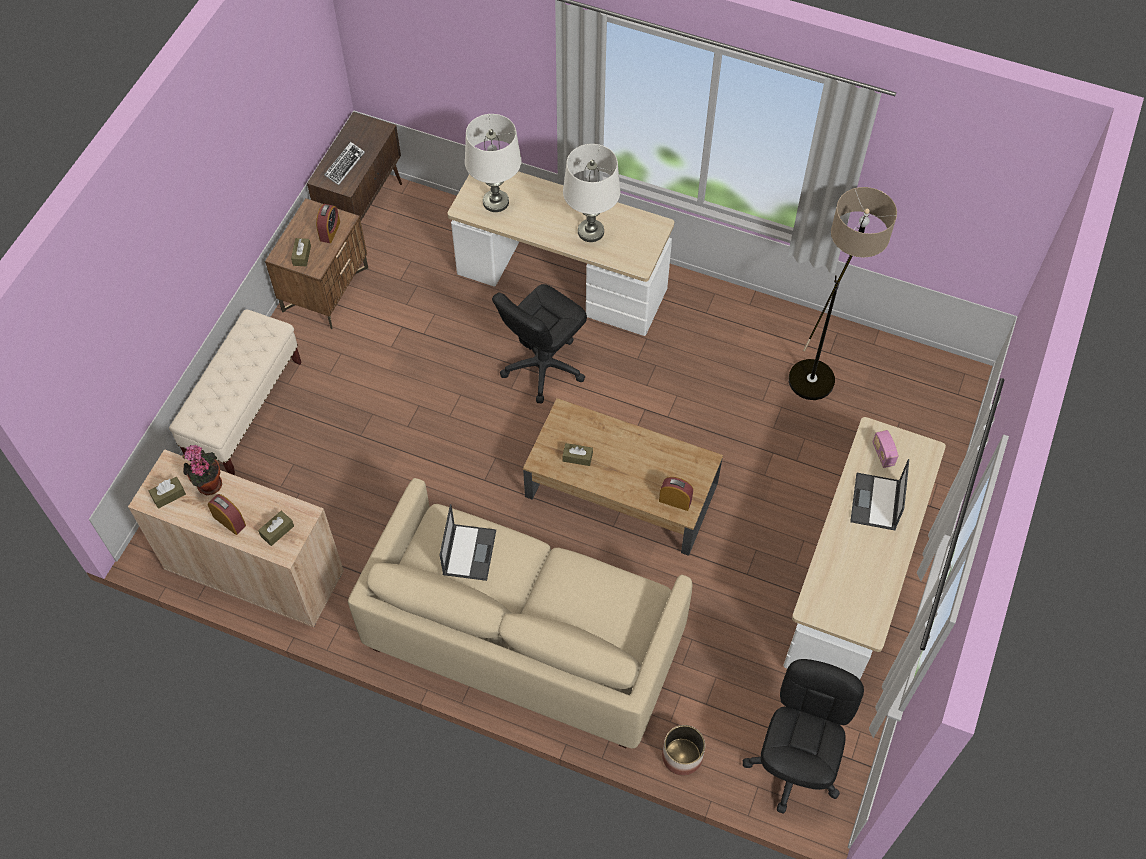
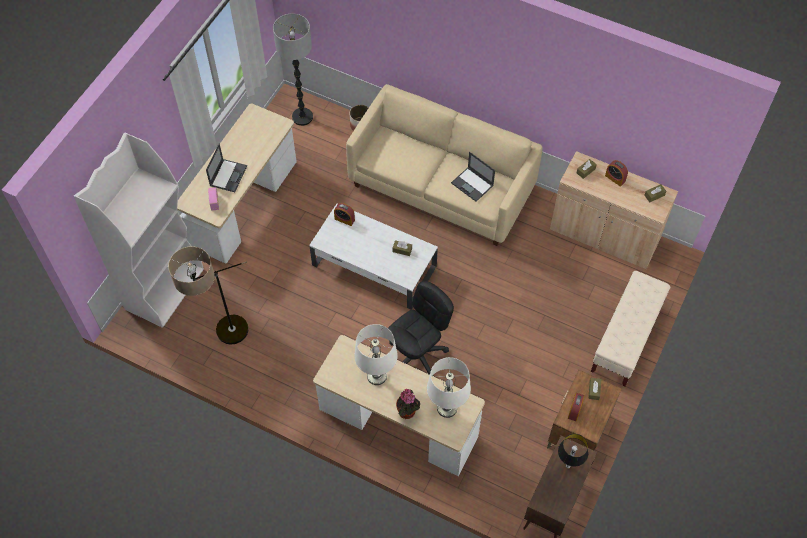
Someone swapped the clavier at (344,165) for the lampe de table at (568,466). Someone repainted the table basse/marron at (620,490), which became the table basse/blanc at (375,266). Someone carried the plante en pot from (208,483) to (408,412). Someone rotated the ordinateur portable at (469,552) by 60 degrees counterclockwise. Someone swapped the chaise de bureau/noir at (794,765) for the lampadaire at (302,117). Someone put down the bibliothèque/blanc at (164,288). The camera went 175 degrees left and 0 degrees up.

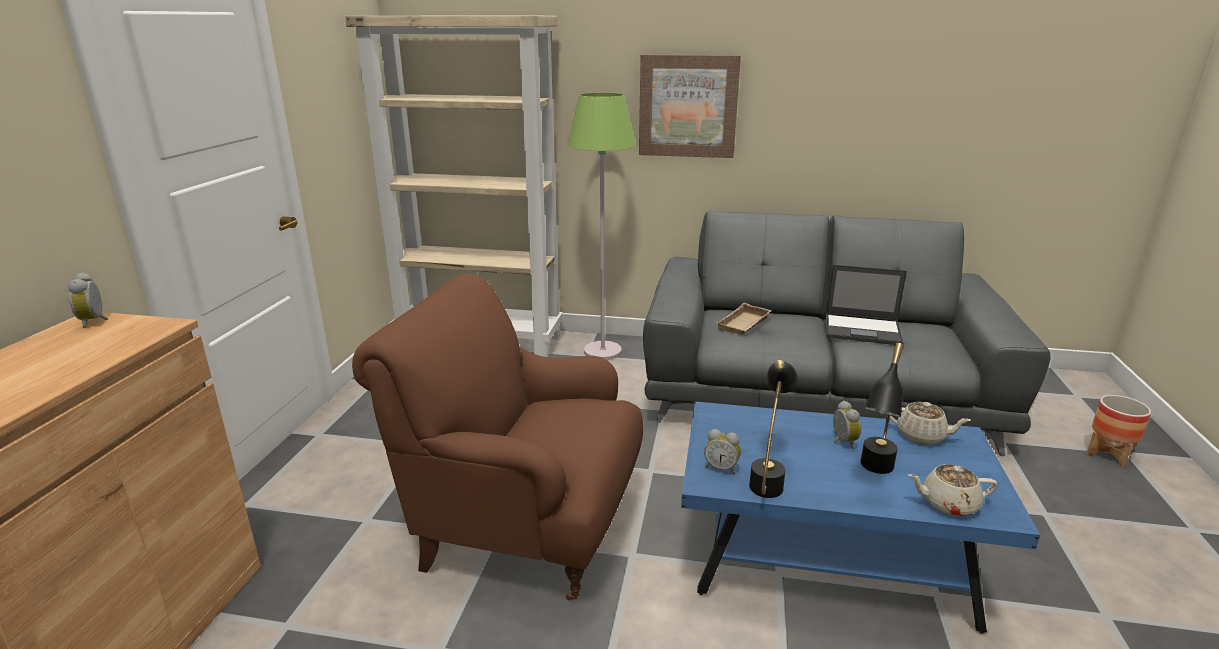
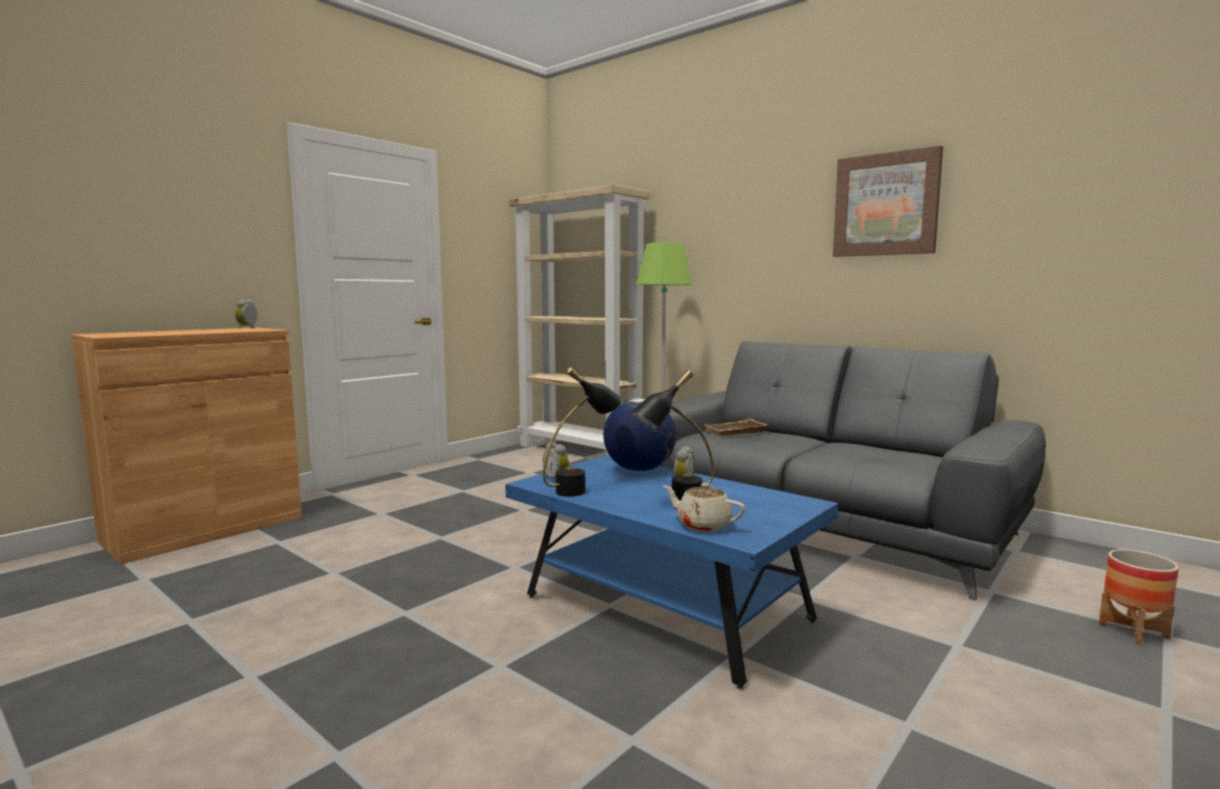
Someone carried the tableau from (688,106) to (886,205). Someone took away the ordinateur portable at (863,330). Someone took away the fauteuil/marron at (524,527). Someone took away the théière/beige at (922,436). Someone put down the globe at (639,470). The camera went 30 degrees right and 15 degrees down.

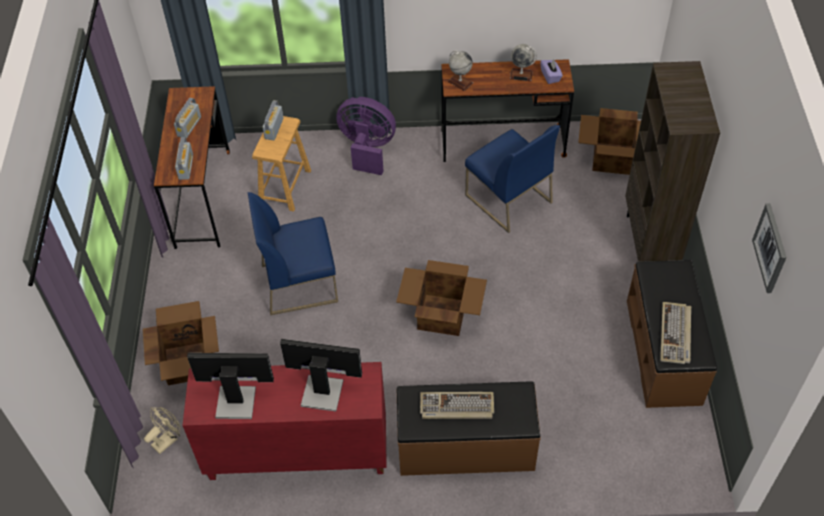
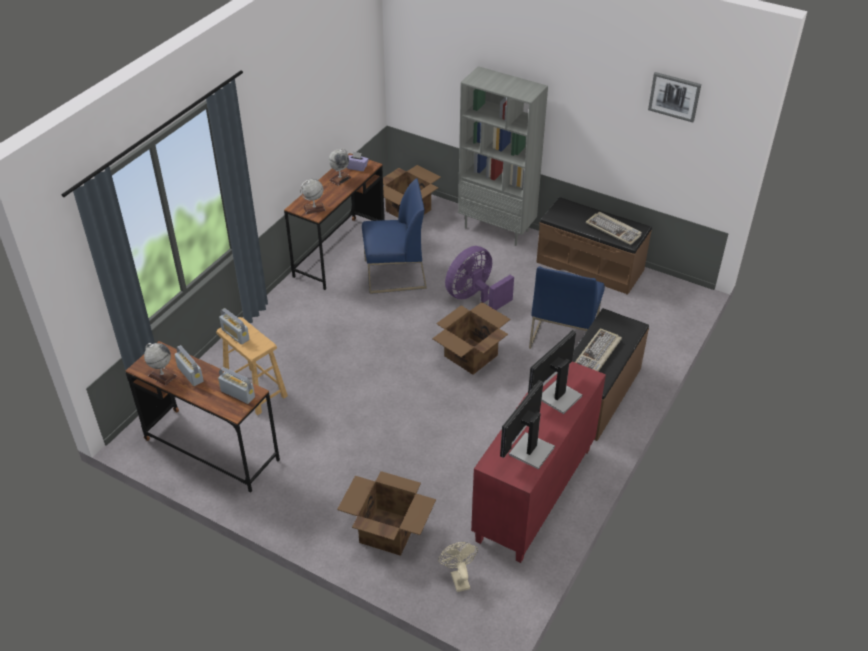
Someone repainted the bibliothèque/marron at (650,242), which became the bibliothèque/gris at (497,229). Someone carried the ventilateur/violet from (367,149) to (475,297). Someone carried the chaise/bleu from (300,282) to (563,334). Someone put down the globe at (162,376). The camera went 60 degrees left and 10 degrees down.

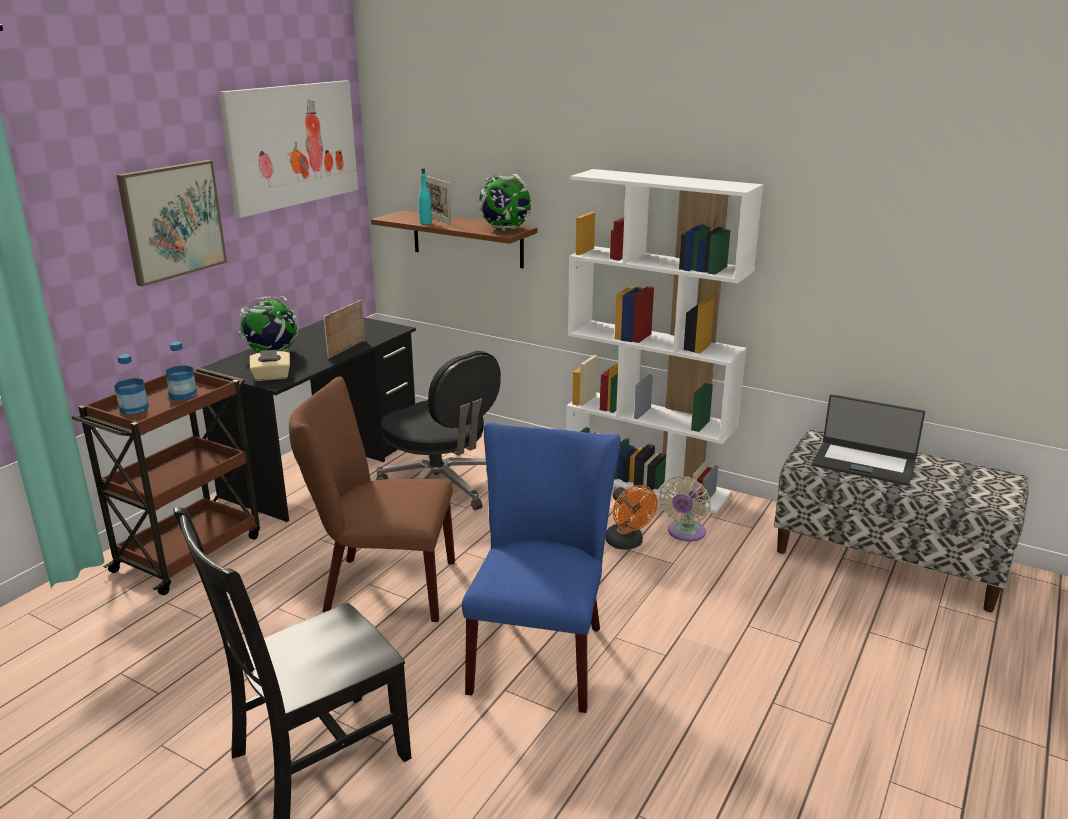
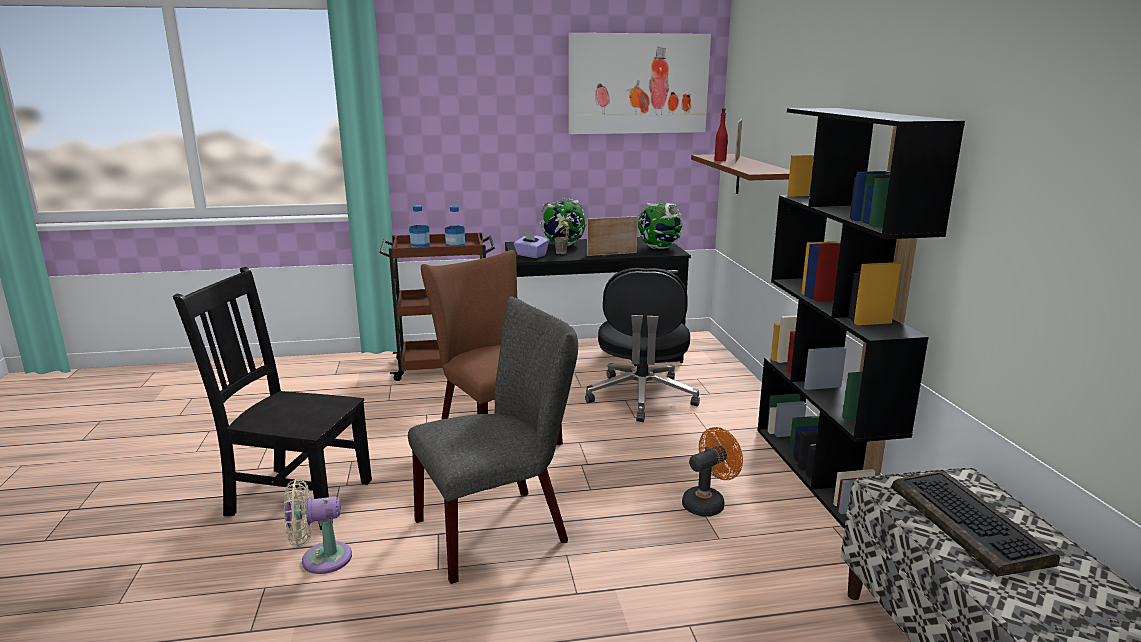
Someone took away the tableau at (172,221). Someone repainted the bouteille/turquoise at (425,223), which became the bouteille/rouge at (720,160). Someone repainted the bibliothèque/blanc at (648,482), which became the bibliothèque/noir at (821,471). Someone carried the globe from (505,229) to (659,248). Someone repainted the boîte à mouchoirs/beige at (271,377), which became the boîte à mouchoirs/violet at (531,255). Someone swapped the ordinateur portable at (864,463) for the clavier at (970,524). Someone repainted the chaise/bleu at (540,652), which became the chaise/gris at (500,529). Someone carried the ventilateur/beige from (685,533) to (320,559). Someone rotated the ventilateur/orange at (627,544) by 150 degrees counterclockwise. Someone put down the plante en pot at (563,254). The camera went 50 degrees right and 5 degrees down.

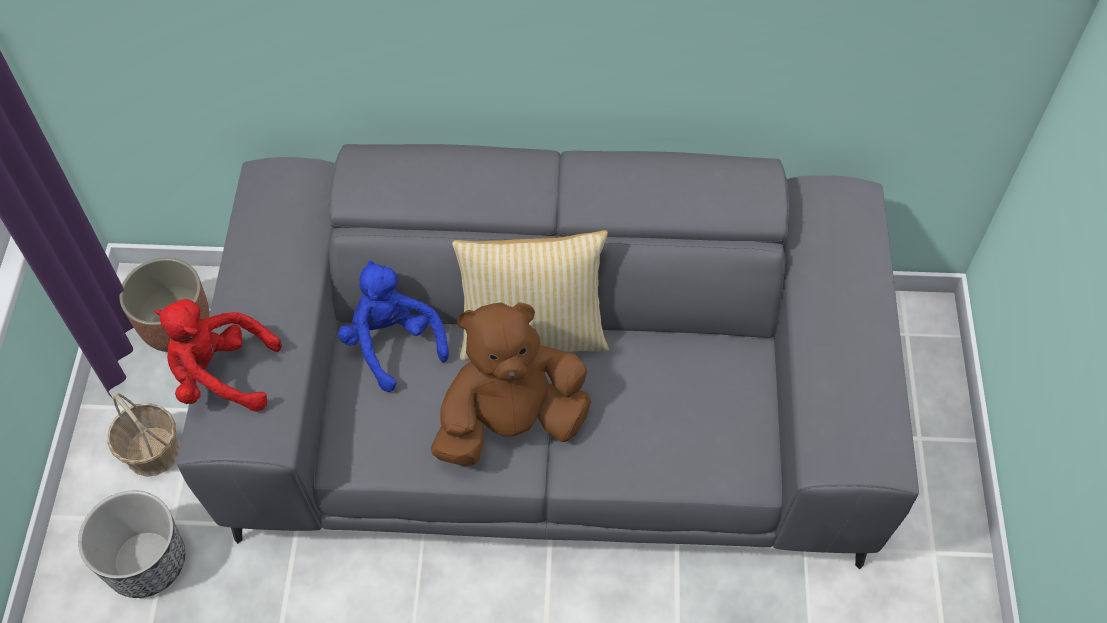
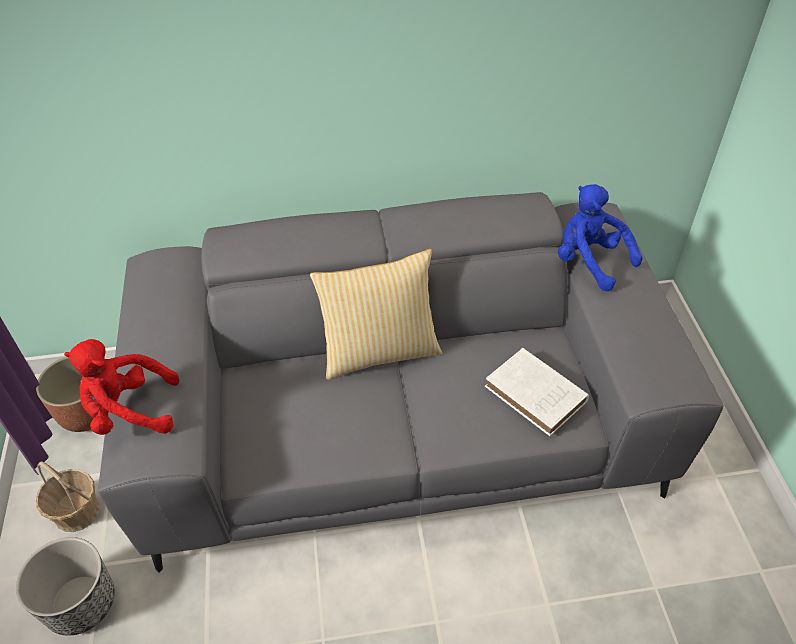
Someone carried the peluche/bleu from (392,343) to (589,261). Someone took away the peluche/marron at (511,422). Someone put down the livre/blanc at (537,396). The camera went 10 degrees left and 10 degrees down.

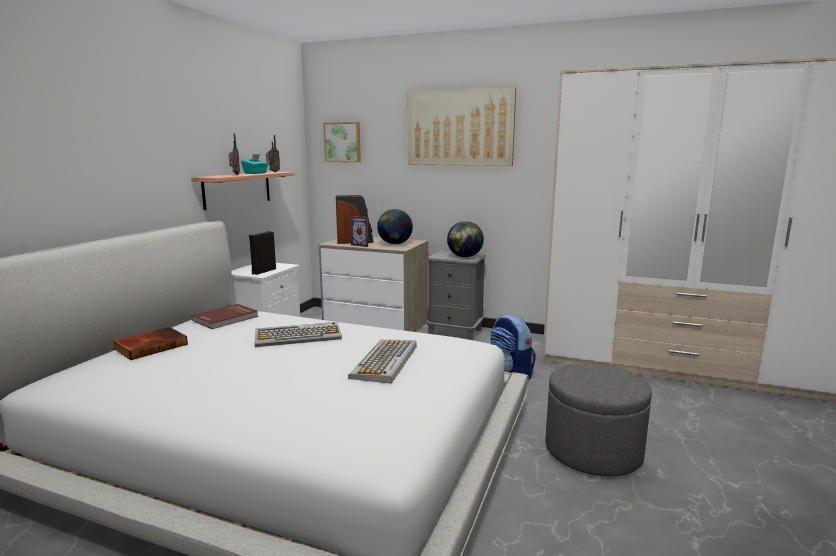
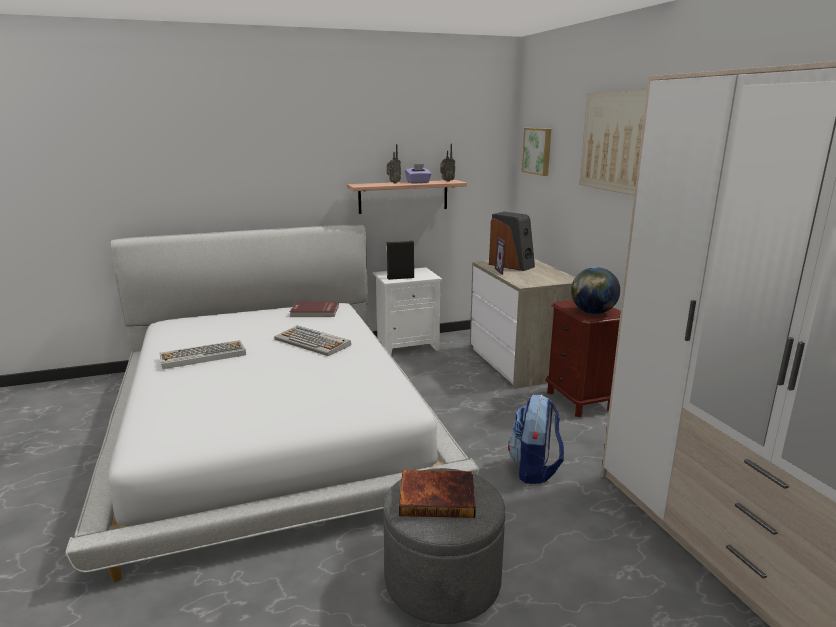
Someone repainted the boîte à mouchoirs/turquoise at (255,173), which became the boîte à mouchoirs/violet at (418,182). Someone took away the globe at (394,244). Someone repainted the table de chevet/gris at (455,332), which became the table de chevet/marron at (580,401). Someone carried the livre from (151,346) to (437,496). Someone carried the clavier from (385,362) to (202,356). The camera went 50 degrees right and 5 degrees up.

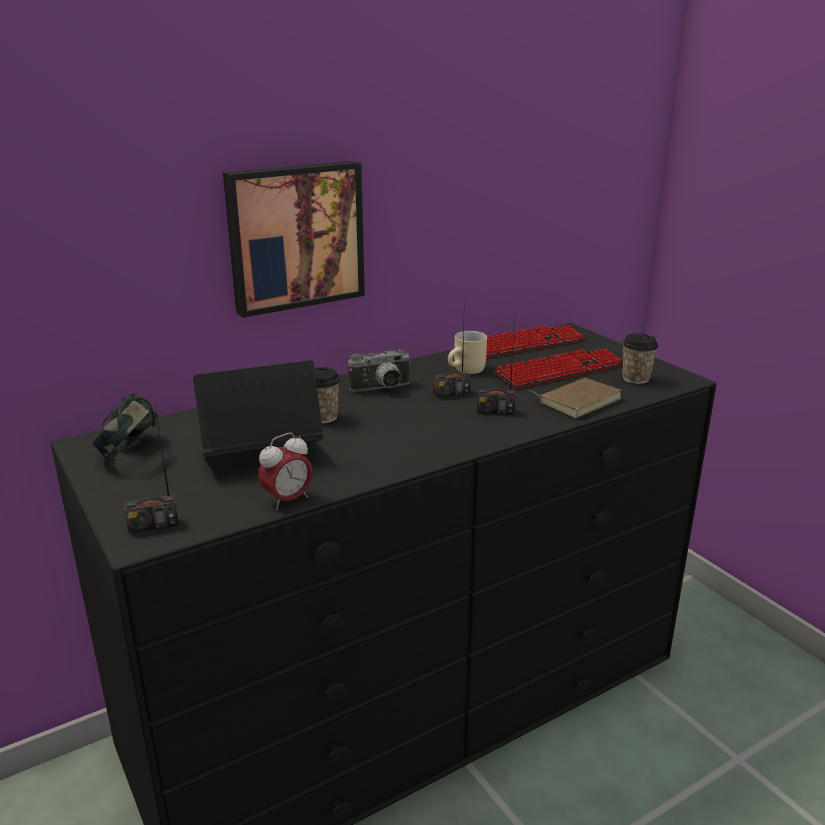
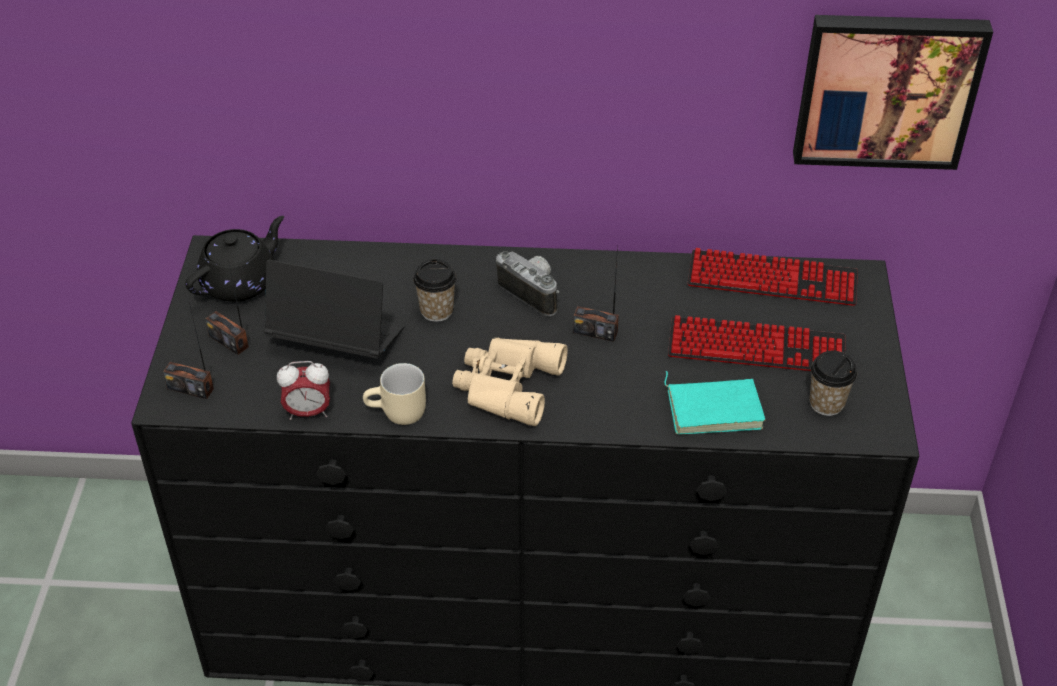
Someone carried the tableau from (294,236) to (887,88). Someone carried the radio from (495,411) to (229,341). Someone carried the mug/beige from (467,371) to (397,414). Someone rotated the appareil photo at (382,389) by 150 degrees counterclockwise. Someone repainted the livre/marron at (577,400), which became the livre/turquoise at (714,407). Someone swapped the casque audio at (130,451) for the théière/noir at (241,282). Someone put down the jumelles/beige at (505,385). The camera went 35 degrees right and 20 degrees up.

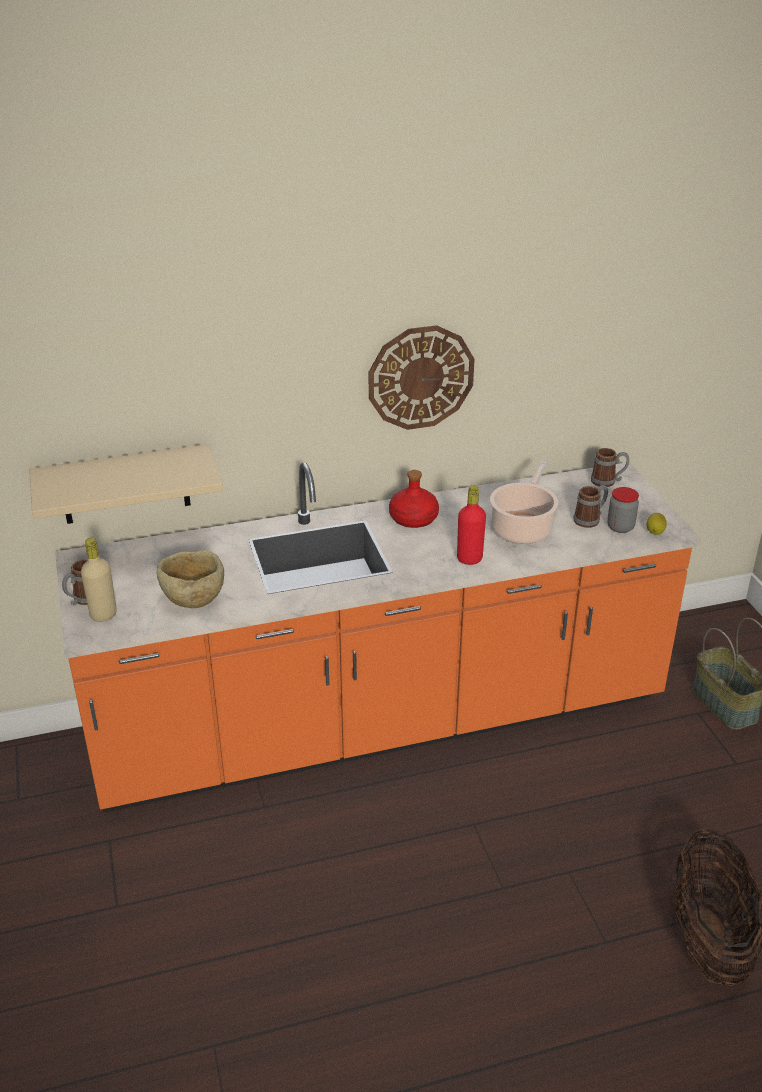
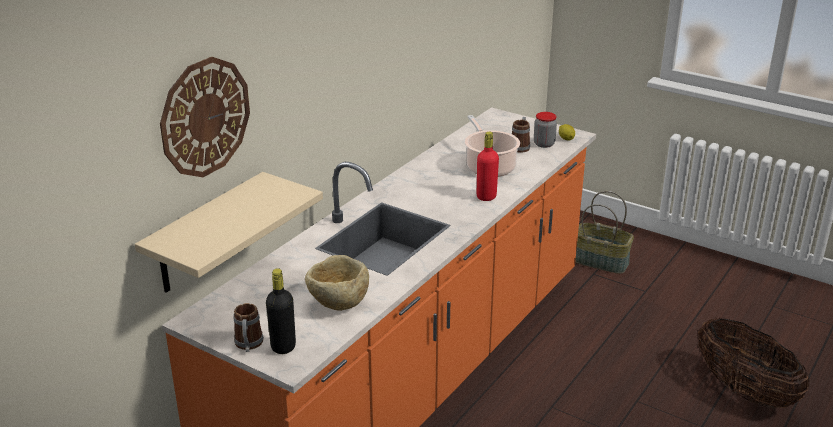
Someone carried the horloge murale from (420,377) to (205,117). Someone took away the mug at (608,481). Someone took away the bouteille/rouge at (413,519). Someone repainted the bouteille/beige at (103,615), which became the bouteille/noir at (283,347). The camera went 40 degrees left and 5 degrees down.

